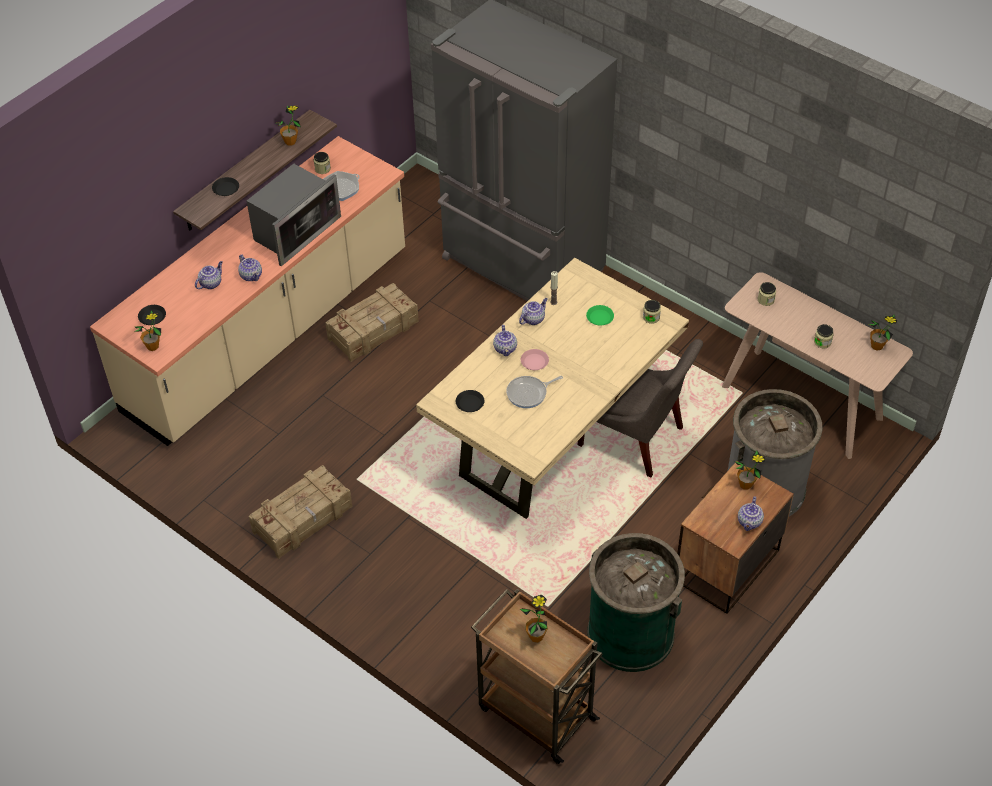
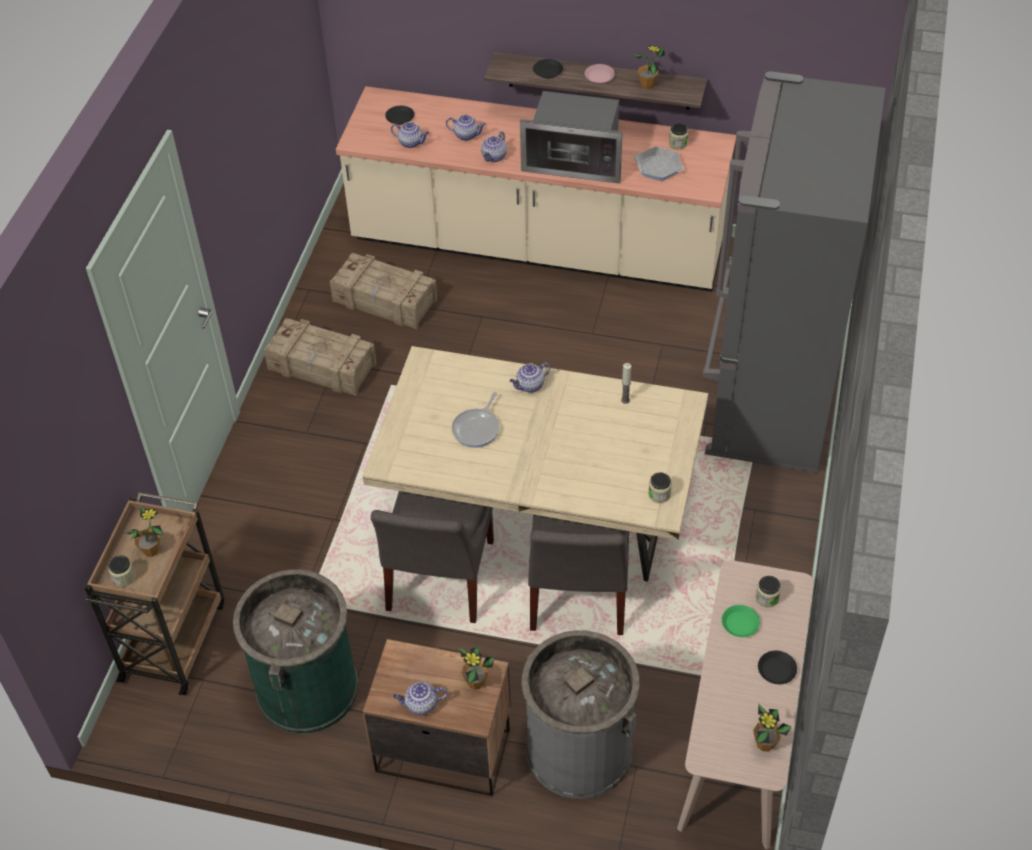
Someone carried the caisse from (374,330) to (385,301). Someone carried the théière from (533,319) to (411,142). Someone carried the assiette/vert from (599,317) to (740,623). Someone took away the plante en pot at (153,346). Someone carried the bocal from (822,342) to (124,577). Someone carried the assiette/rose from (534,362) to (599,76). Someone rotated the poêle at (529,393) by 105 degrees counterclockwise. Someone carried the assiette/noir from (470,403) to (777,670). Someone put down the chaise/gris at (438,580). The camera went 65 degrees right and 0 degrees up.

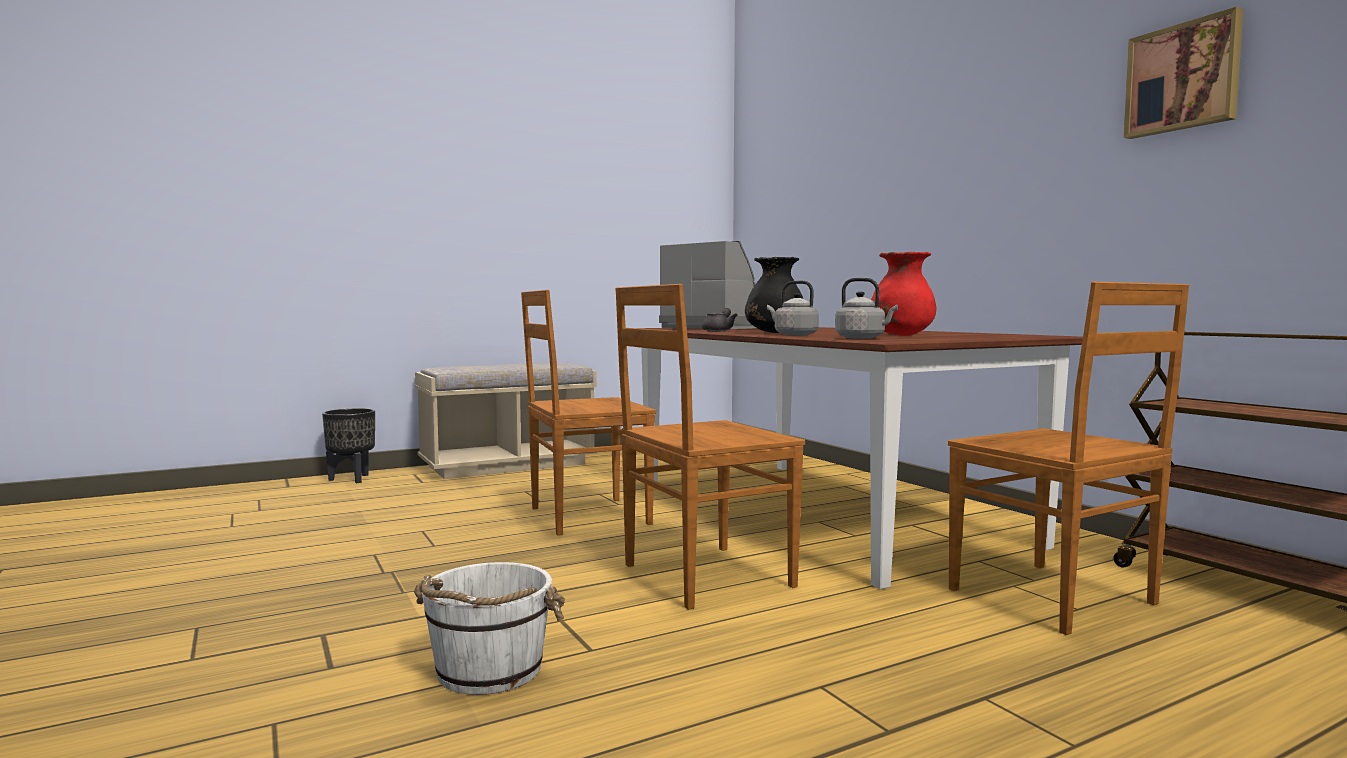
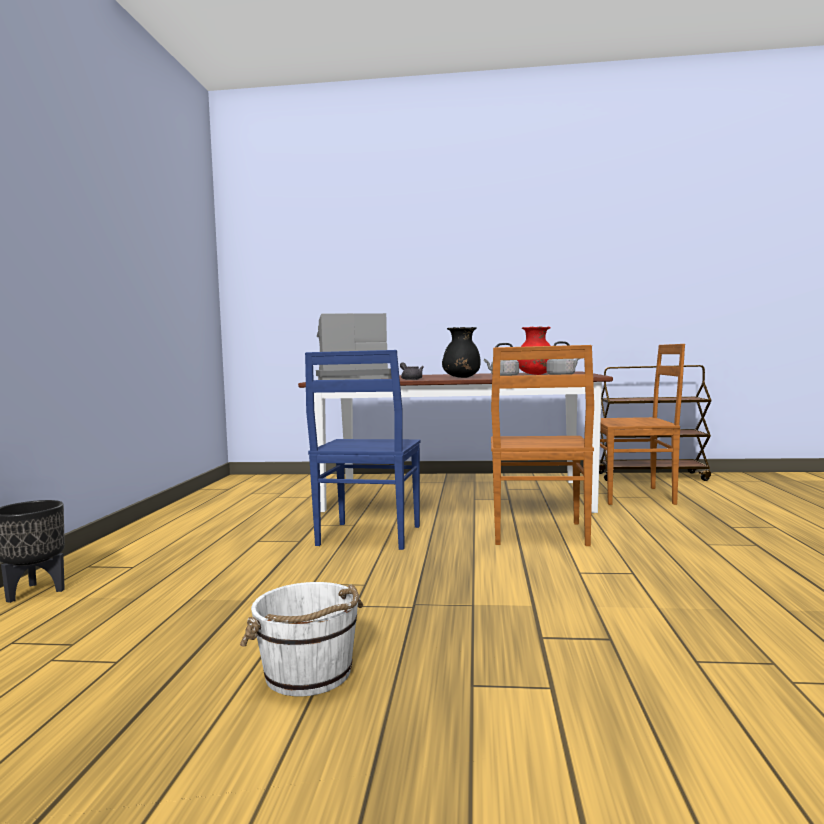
Someone took away the tableau at (1183,78). Someone repainted the chaise/marron at (585,516), which became the chaise/bleu at (368,536). Someone took away the banc/beige at (508,465). Someone carried the seau/blanc from (488,671) to (309,674). The camera went 55 degrees left and 0 degrees up.

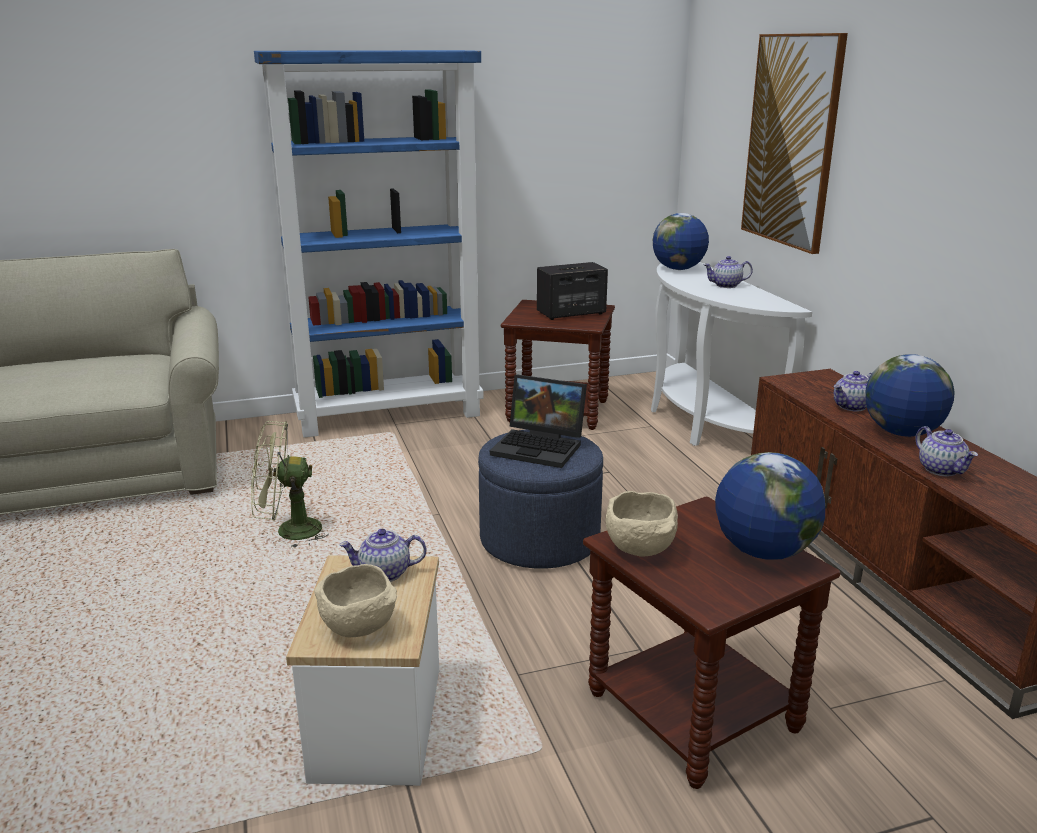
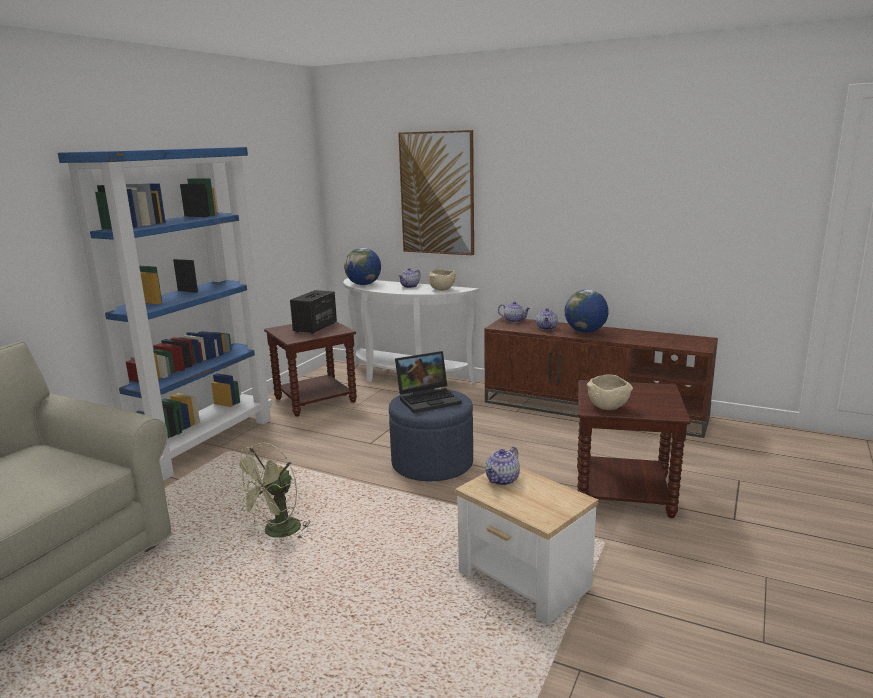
Someone carried the théière from (941,470) to (514,320). Someone took away the globe at (763,552). Someone carried the bol/beige from (360,628) to (442,289). The camera went 45 degrees left and 5 degrees down.

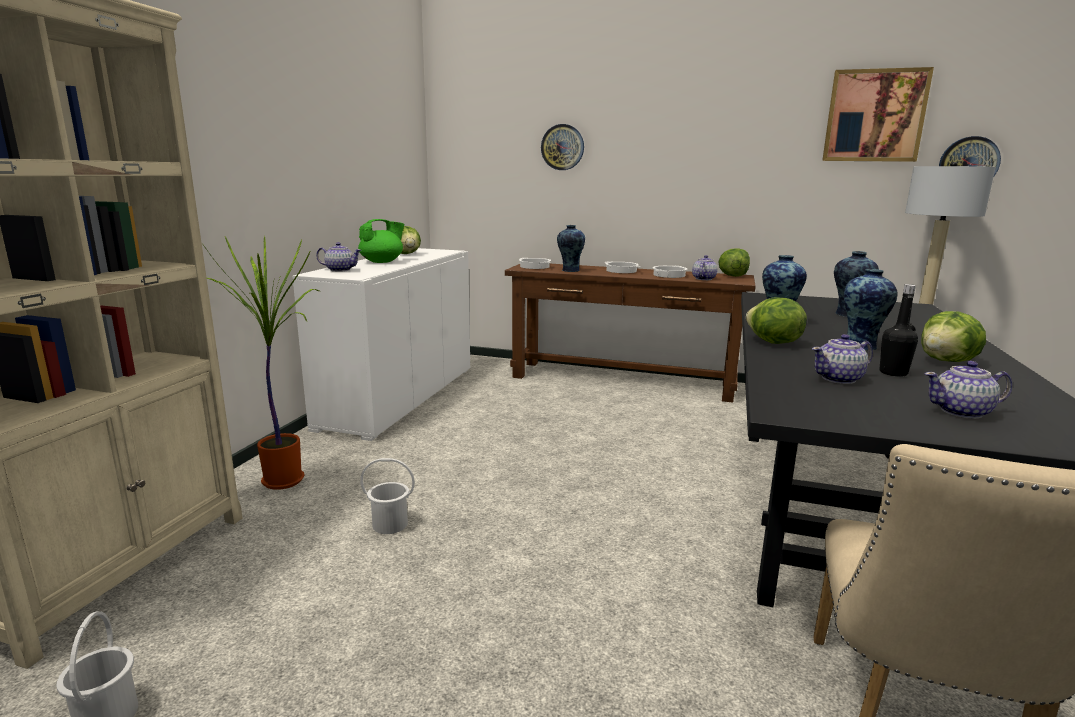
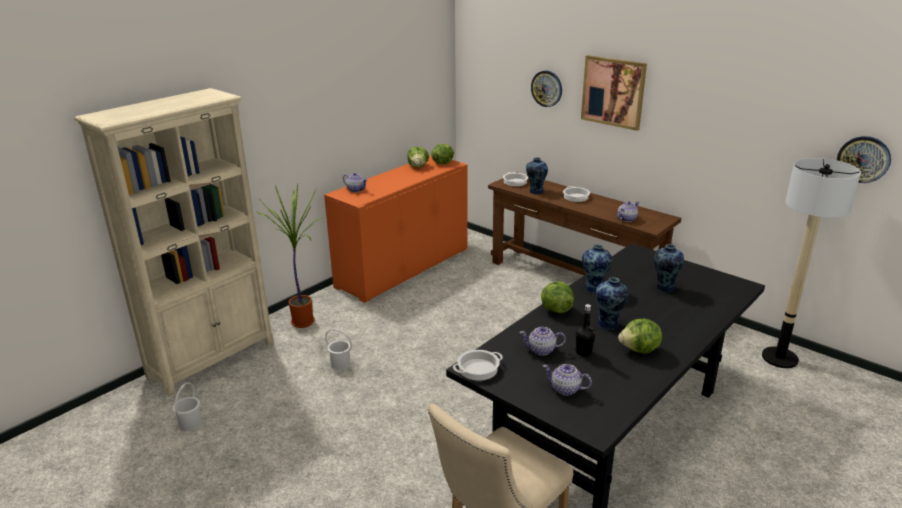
Someone carried the tableau from (874,116) to (613,92). Someone took away the théière/vert at (382,262). Someone repainted the meuble de rangement/blanc at (400,397), which became the meuble de rangement/orange at (403,268). Someone carried the laitue from (733,276) to (442,163). Someone carried the marmite from (669,275) to (478,368). The camera went 25 degrees right and 10 degrees up.

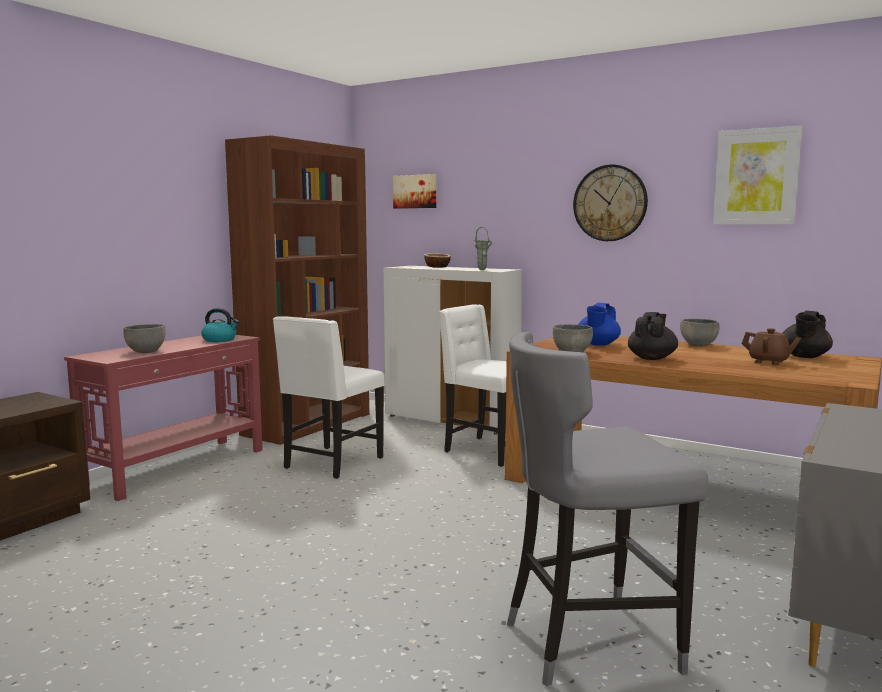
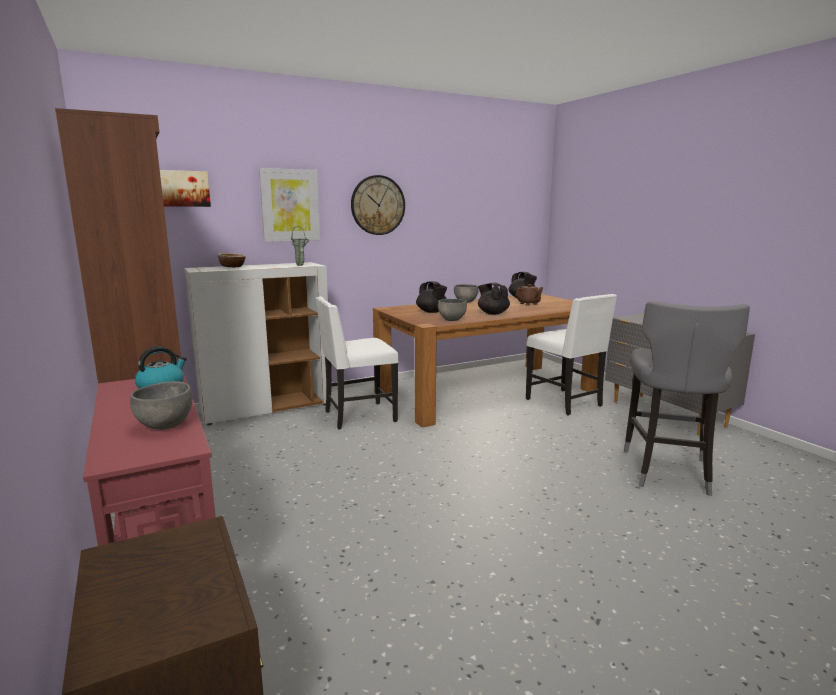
Someone carried the tableau from (756,177) to (290,205). Someone repainted the théière/bleu at (597,344), which became the théière/noir at (432,312). Someone carried the chaise/blanc from (331,463) to (565,403). The camera went 60 degrees left and 5 degrees up.

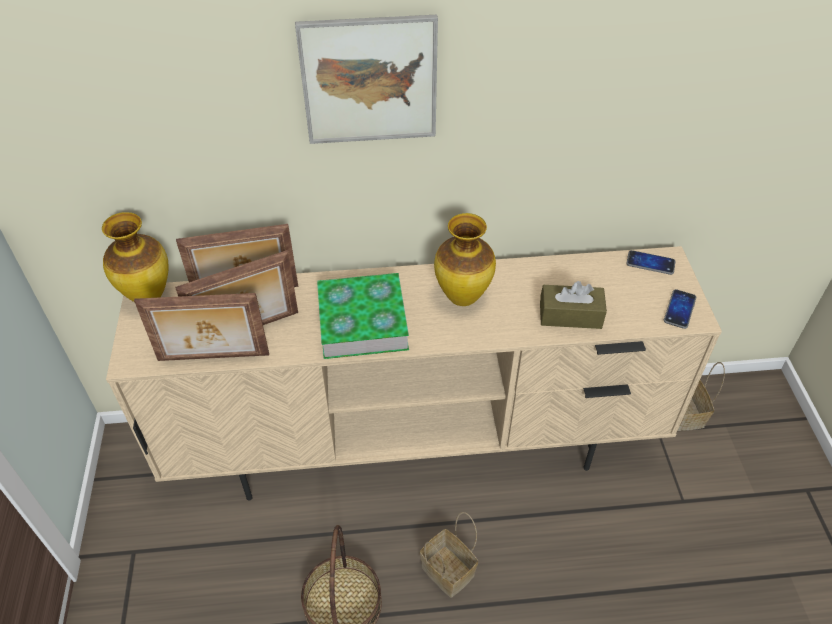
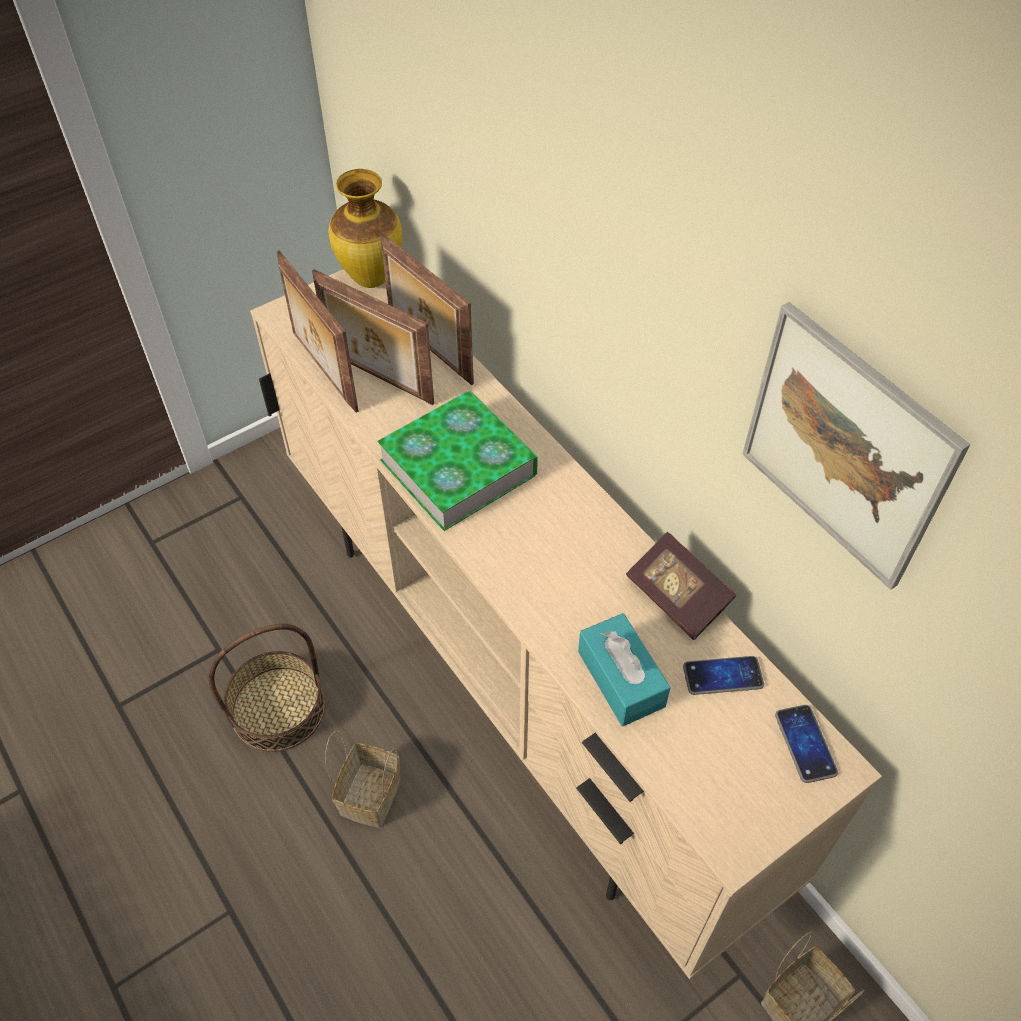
Someone carried the tableau from (369,80) to (845,447). Someone took away the vase at (462,298). Someone repainted the boîte à mouchoirs/marron at (570,315), which became the boîte à mouchoirs/turquoise at (621,678). Someone carried the téléphone from (679,309) to (723,676). Someone put down the livre at (677,597). The camera went 60 degrees right and 5 degrees up.

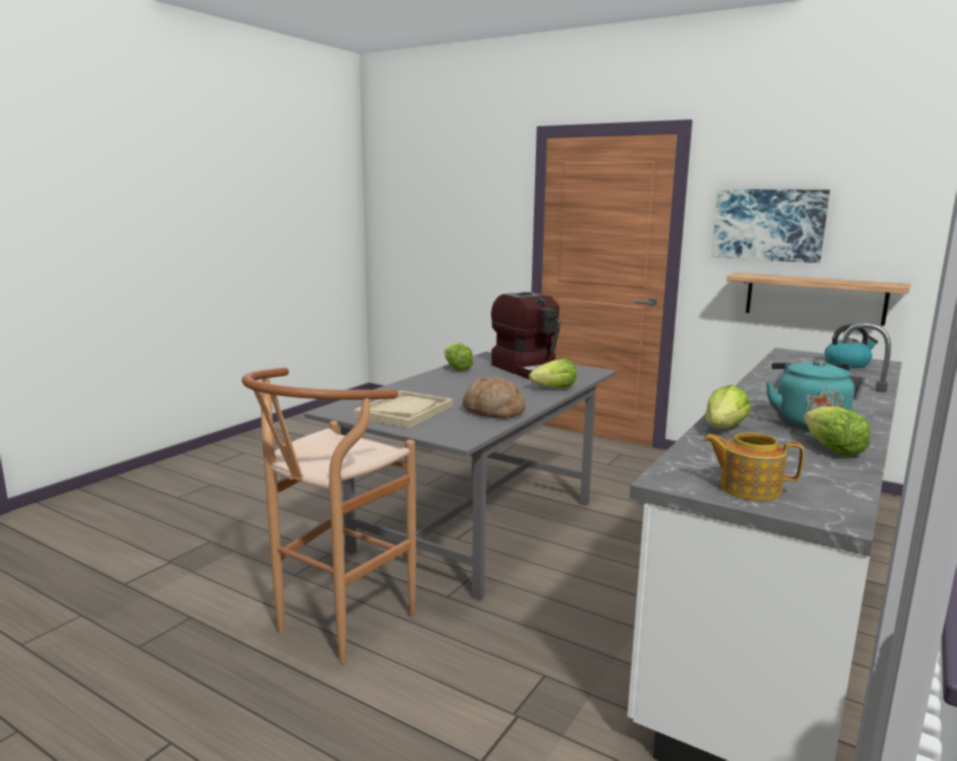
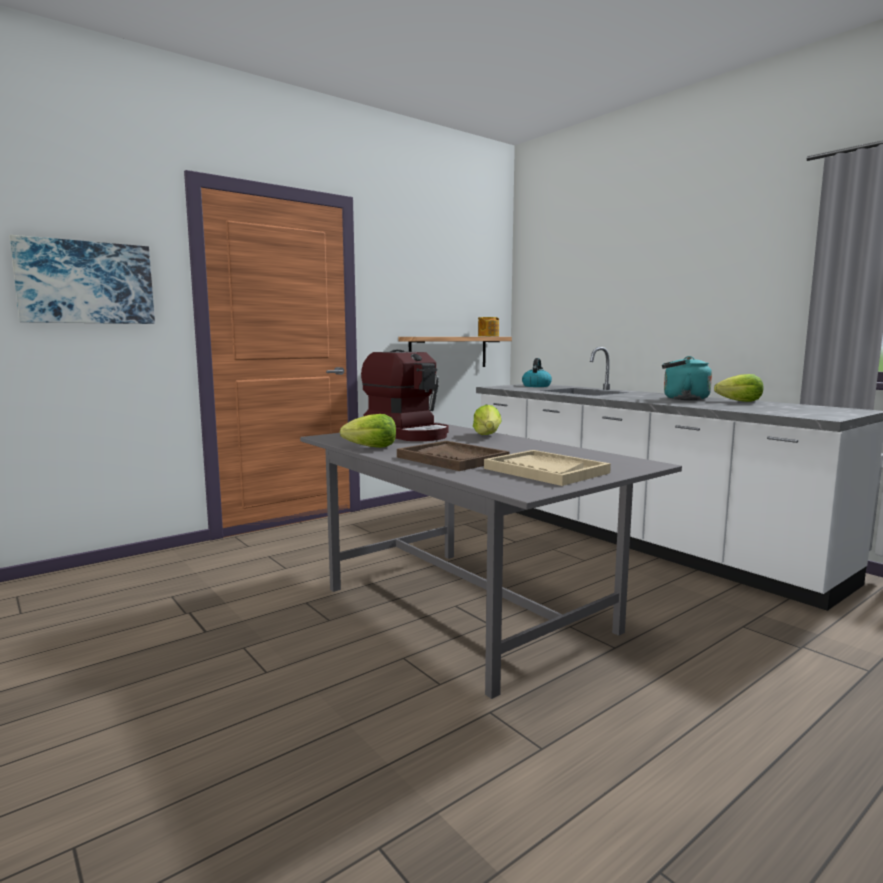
Someone carried the tableau from (768,225) to (86,282). Someone rotated the machine à café at (531,370) by 60 degrees clockwise. Someone took away the tabouret/marron at (335,629). Someone took away the pain at (493,411). Someone took away the laitue at (724,428). Someone carried the théière from (748,488) to (487,336). Someone put down the plateau/marron at (452,459). The camera went 70 degrees left and 5 degrees down.

